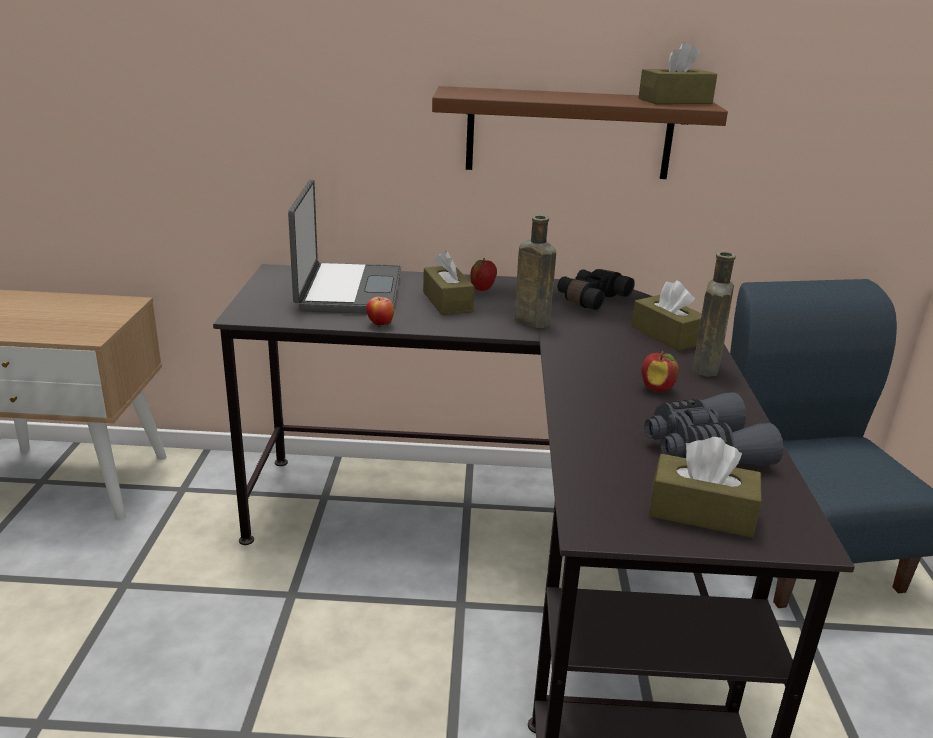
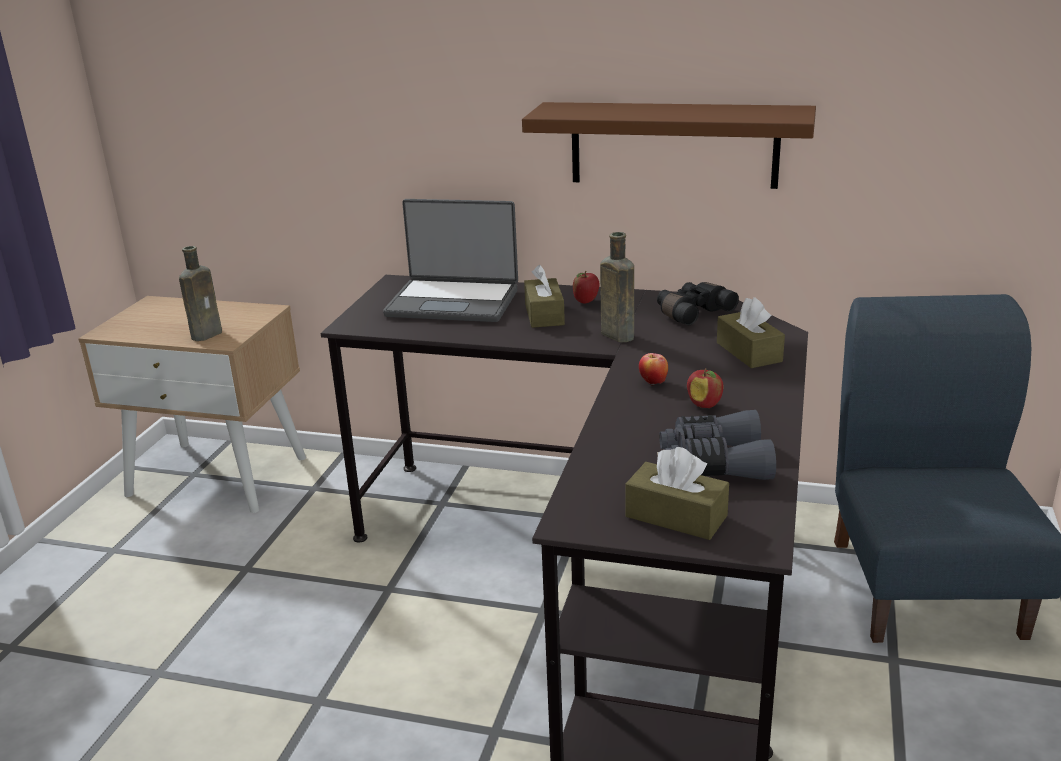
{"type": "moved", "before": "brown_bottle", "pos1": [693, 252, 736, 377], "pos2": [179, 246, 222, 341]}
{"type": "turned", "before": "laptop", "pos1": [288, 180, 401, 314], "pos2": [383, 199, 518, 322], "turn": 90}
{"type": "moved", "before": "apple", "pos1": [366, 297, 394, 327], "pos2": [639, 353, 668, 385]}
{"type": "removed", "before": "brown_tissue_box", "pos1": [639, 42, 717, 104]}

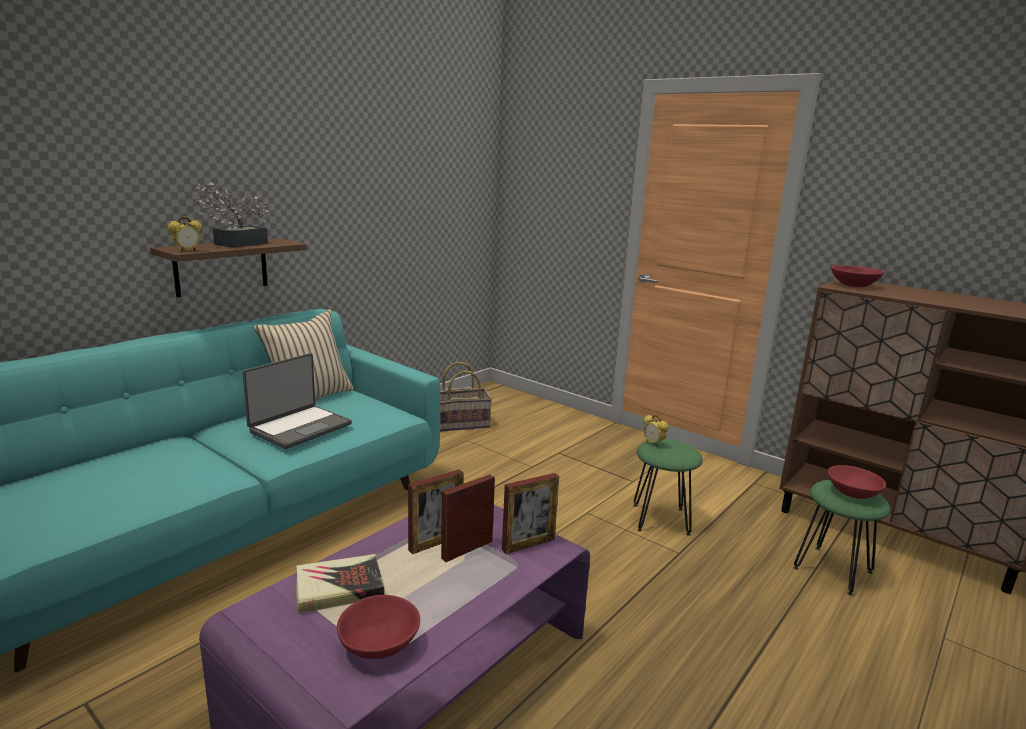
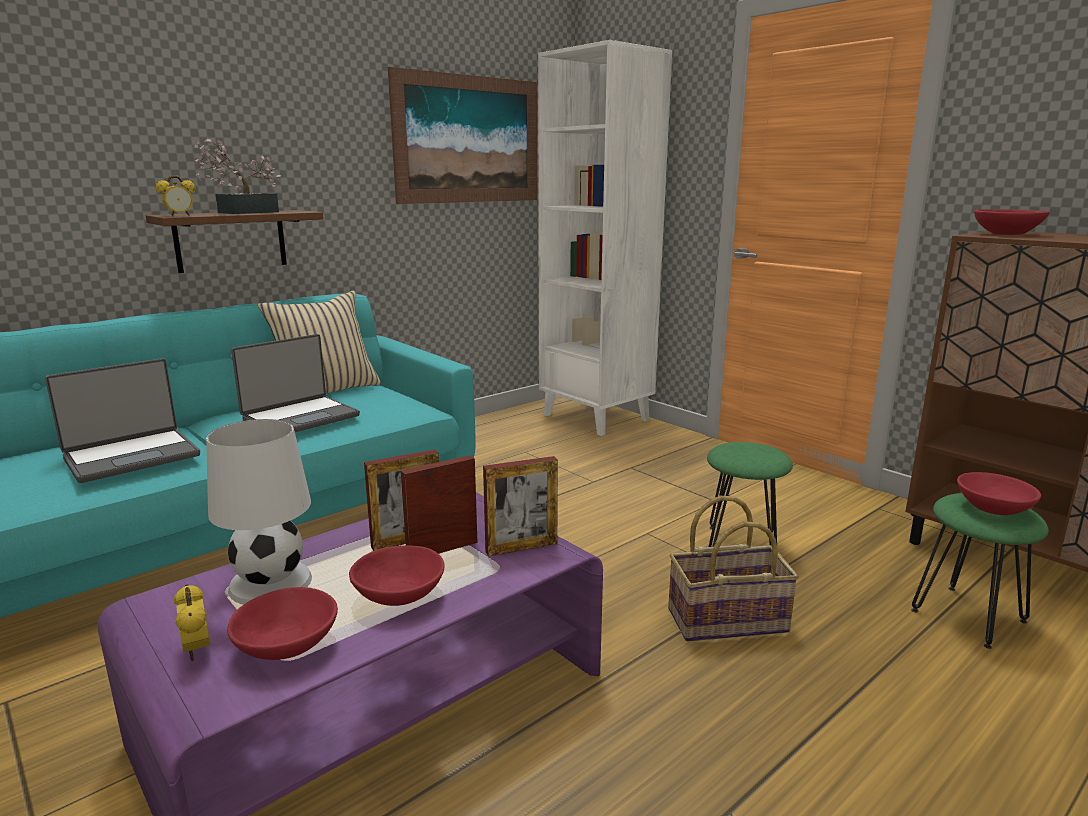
{"type": "added", "after": "laptop", "pos2": [45, 358, 200, 483]}
{"type": "moved", "before": "alarm_clock", "pos1": [643, 415, 669, 447], "pos2": [174, 584, 210, 661]}
{"type": "replaced", "before": "book", "after": "white_table_lamp", "pos1": [296, 554, 385, 614], "pos2": [206, 419, 312, 605]}
{"type": "added", "after": "red_bowl", "pos2": [349, 545, 445, 606]}
{"type": "added", "after": "picture", "pos2": [388, 67, 537, 204]}
{"type": "added", "after": "white_bookcase", "pos2": [538, 40, 672, 436]}
{"type": "moved", "before": "basket", "pos1": [440, 362, 492, 432], "pos2": [668, 496, 799, 641]}

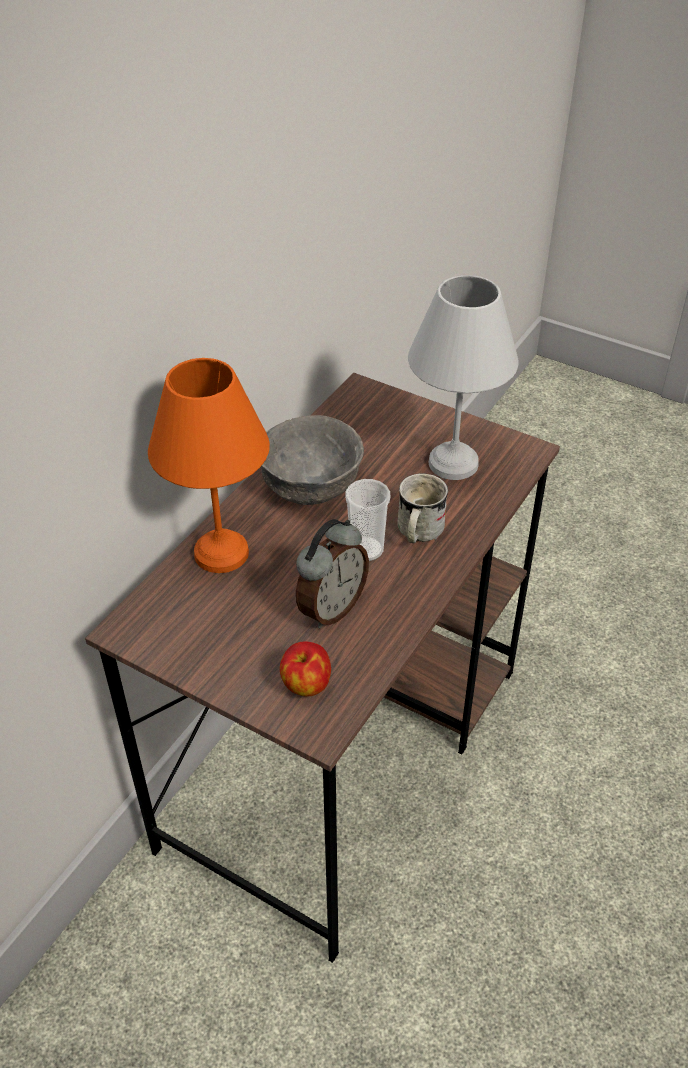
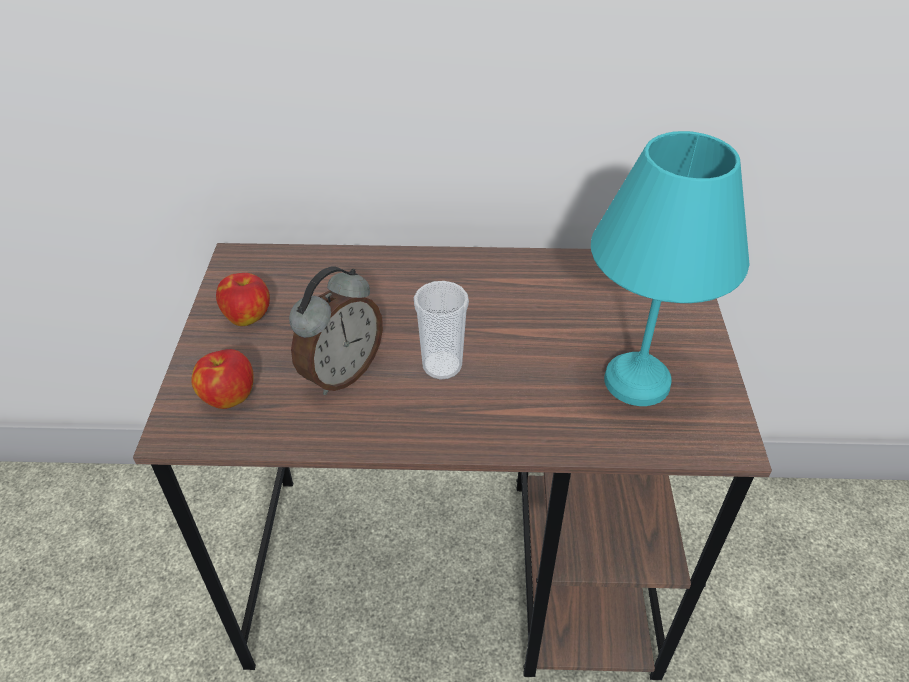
{"type": "added", "after": "apple", "pos2": [216, 273, 270, 326]}
{"type": "turned", "before": "alarm_clock", "pos1": [296, 519, 369, 628], "pos2": [289, 267, 383, 395], "turn": -60}
{"type": "recoloured", "before": "white_table_lamp", "after": "turquoise_table_lamp", "pos1": [408, 275, 519, 480], "pos2": [591, 131, 750, 406]}
{"type": "removed", "before": "orange_table_lamp", "pos1": [148, 358, 270, 573]}
{"type": "removed", "before": "grey_bowl", "pos1": [261, 415, 364, 505]}
{"type": "removed", "before": "white_mug", "pos1": [398, 473, 448, 543]}

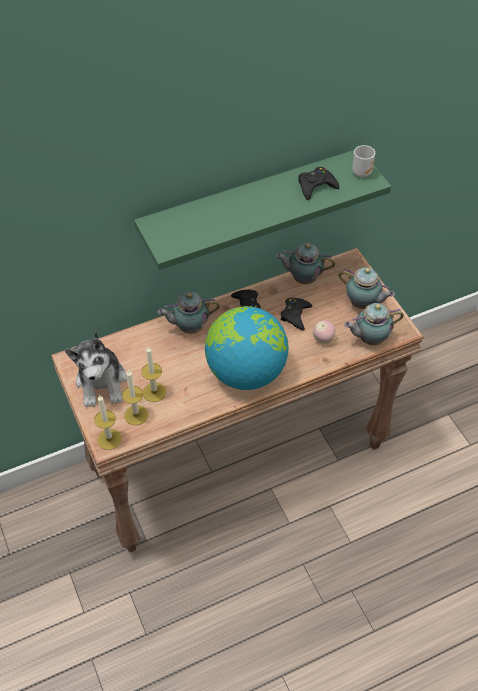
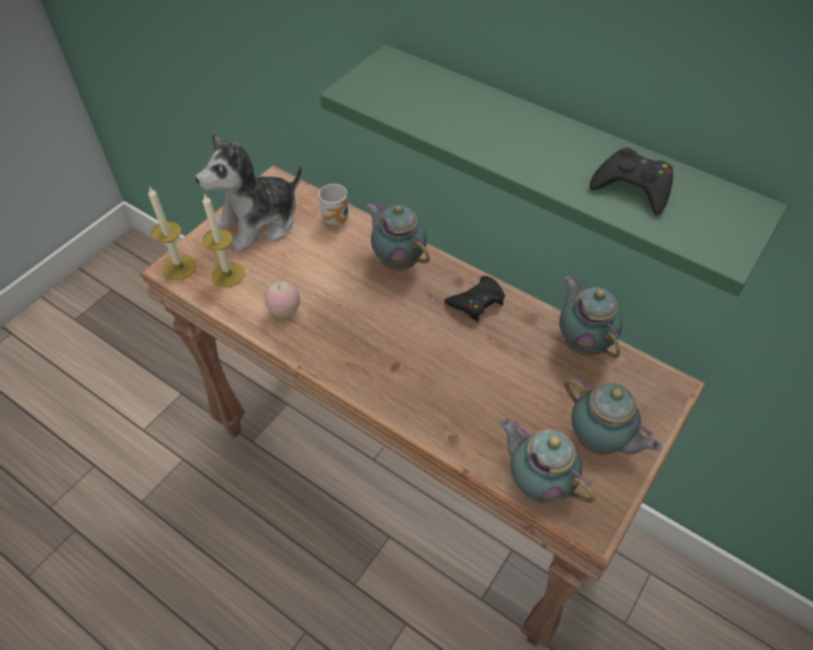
{"type": "moved", "before": "apple", "pos1": [313, 320, 335, 344], "pos2": [264, 281, 300, 318]}
{"type": "moved", "before": "mug", "pos1": [352, 145, 375, 177], "pos2": [319, 184, 348, 226]}
{"type": "turned", "before": "teapot", "pos1": [338, 267, 395, 309], "pos2": [564, 375, 661, 455], "turn": -45}
{"type": "removed", "before": "candle", "pos1": [141, 347, 166, 402]}
{"type": "removed", "before": "globe", "pos1": [205, 306, 288, 390]}
{"type": "removed", "before": "black_game_controller", "pos1": [280, 298, 312, 330]}

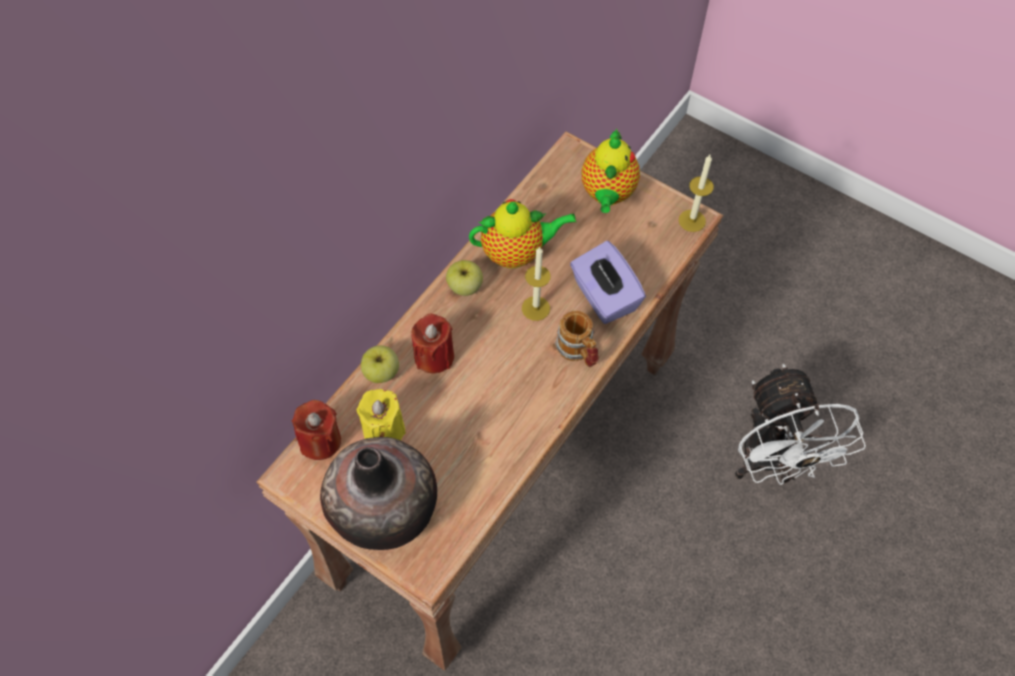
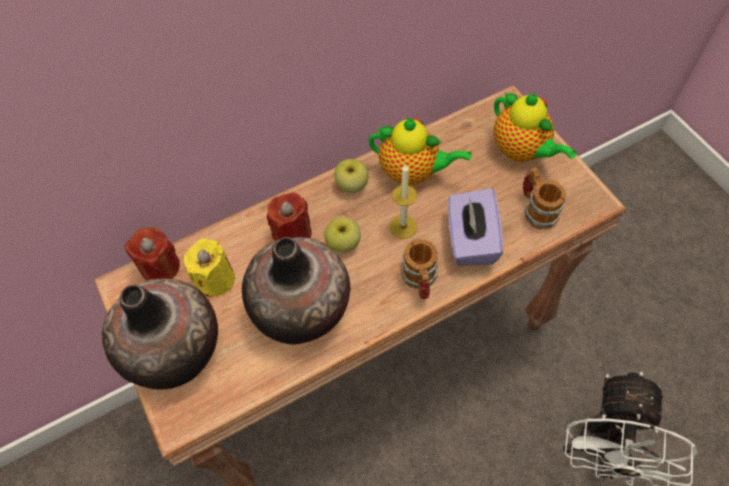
{"type": "added", "after": "vase", "pos2": [242, 237, 350, 344]}
{"type": "moved", "before": "apple", "pos1": [361, 345, 399, 383], "pos2": [324, 217, 361, 253]}
{"type": "turned", "before": "teapot", "pos1": [582, 128, 640, 213], "pos2": [494, 92, 577, 162], "turn": -75}
{"type": "added", "after": "mug", "pos2": [523, 167, 567, 229]}
{"type": "removed", "before": "candle", "pos1": [679, 155, 714, 232]}

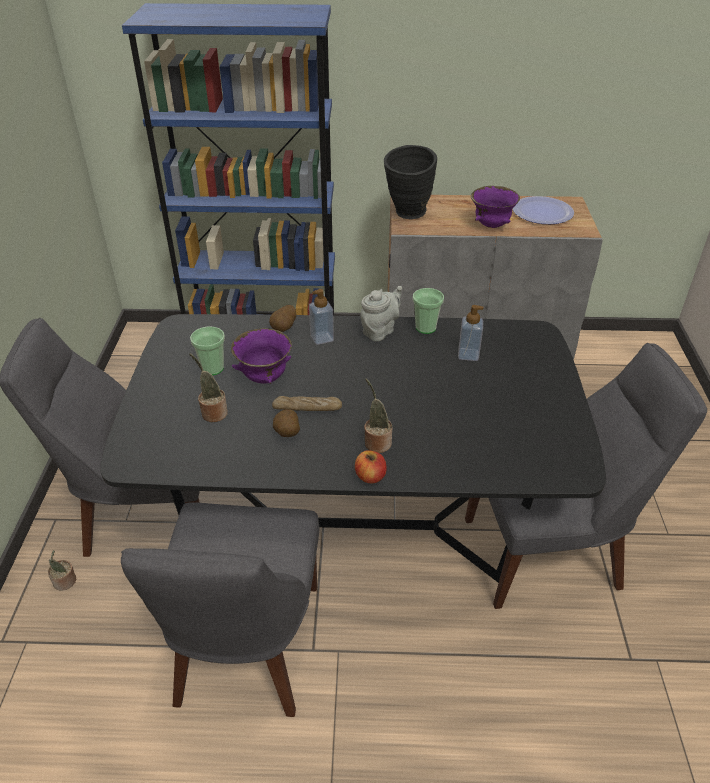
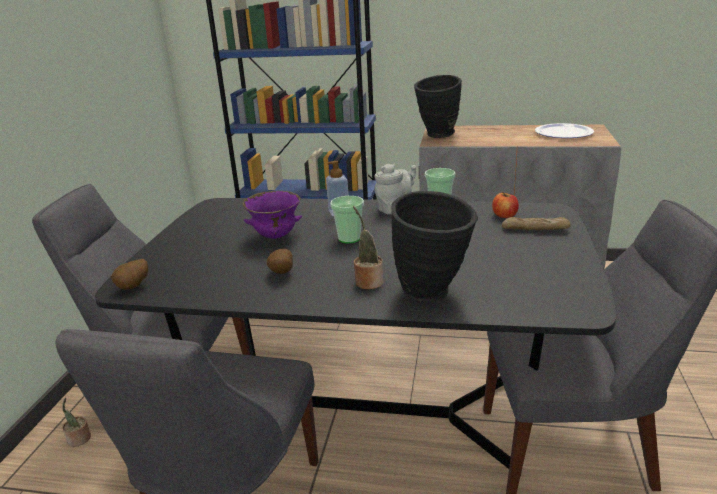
{"type": "moved", "before": "potato", "pos1": [269, 305, 297, 332], "pos2": [111, 259, 148, 290]}
{"type": "moved", "before": "cup", "pos1": [190, 327, 225, 375], "pos2": [330, 196, 364, 244]}
{"type": "added", "after": "black_vase", "pos2": [391, 191, 478, 302]}
{"type": "moved", "before": "apple", "pos1": [355, 450, 387, 483], "pos2": [492, 192, 519, 218]}
{"type": "moved", "before": "bread", "pos1": [272, 396, 342, 411], "pos2": [502, 217, 571, 230]}
{"type": "removed", "before": "potted_plant", "pos1": [189, 353, 228, 422]}
{"type": "removed", "before": "soap_dispenser", "pos1": [458, 305, 484, 361]}
{"type": "removed", "before": "purple_bowl", "pos1": [471, 186, 520, 228]}

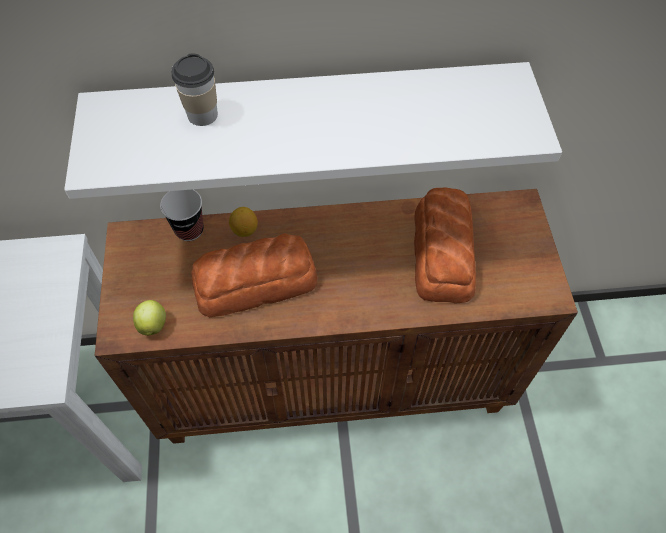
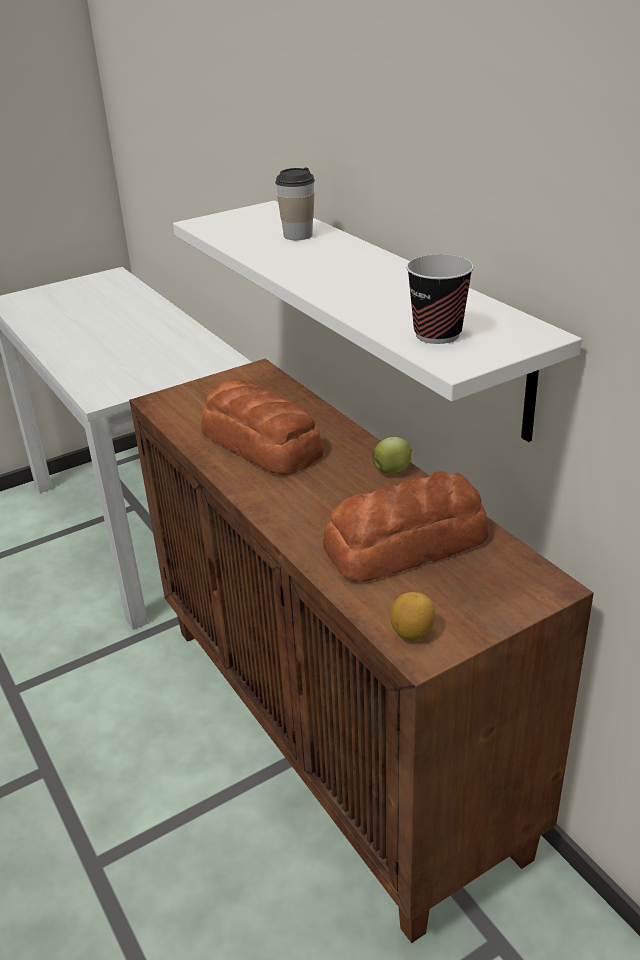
{"type": "moved", "before": "apple", "pos1": [133, 300, 166, 335], "pos2": [372, 437, 412, 474]}
{"type": "moved", "before": "lemon", "pos1": [229, 207, 258, 237], "pos2": [390, 592, 435, 641]}
{"type": "moved", "before": "cup", "pos1": [160, 189, 204, 241], "pos2": [406, 254, 474, 344]}

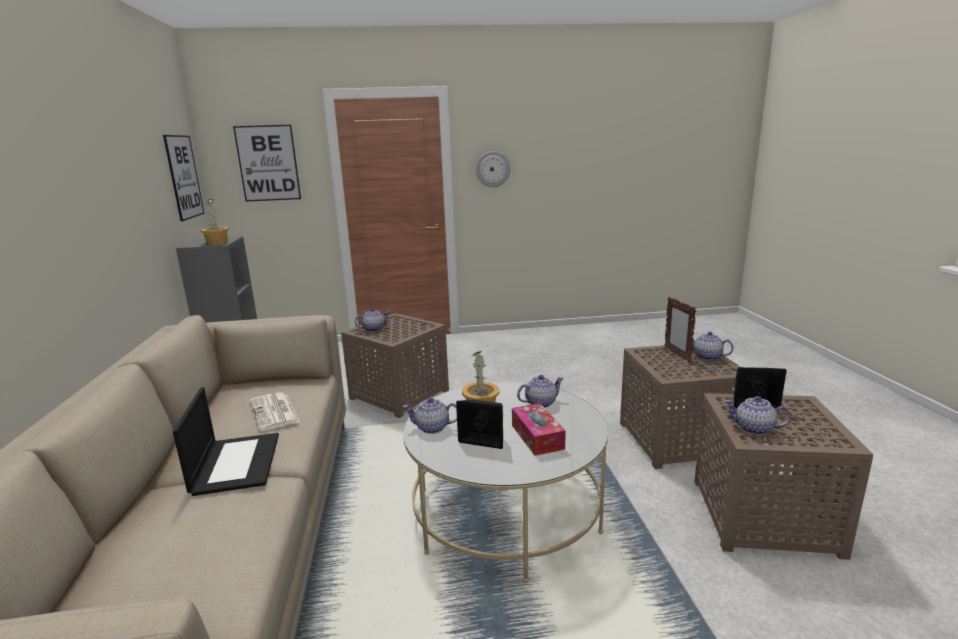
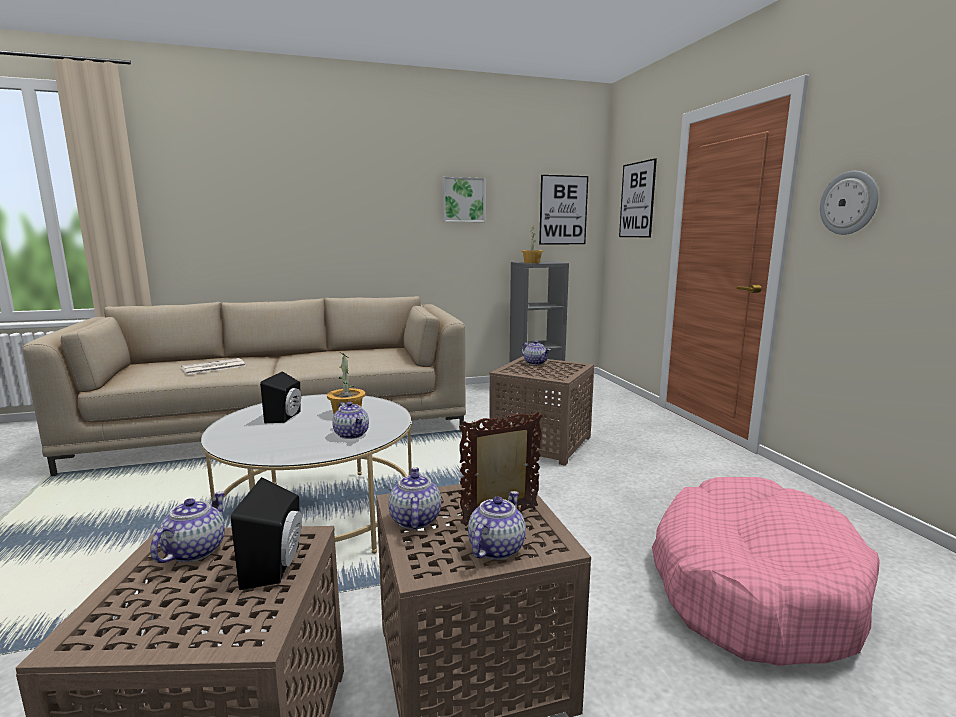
{"type": "moved", "before": "newspaper", "pos1": [250, 392, 300, 431], "pos2": [181, 358, 245, 375]}
{"type": "moved", "before": "teapot", "pos1": [403, 397, 457, 434], "pos2": [388, 467, 441, 529]}
{"type": "added", "after": "picture", "pos2": [442, 177, 485, 222]}
{"type": "added", "after": "pink_dog_bed", "pos2": [652, 477, 880, 666]}
{"type": "removed", "before": "laptop", "pos1": [173, 387, 279, 496]}
{"type": "removed", "before": "tissue_box", "pos1": [512, 403, 566, 456]}

